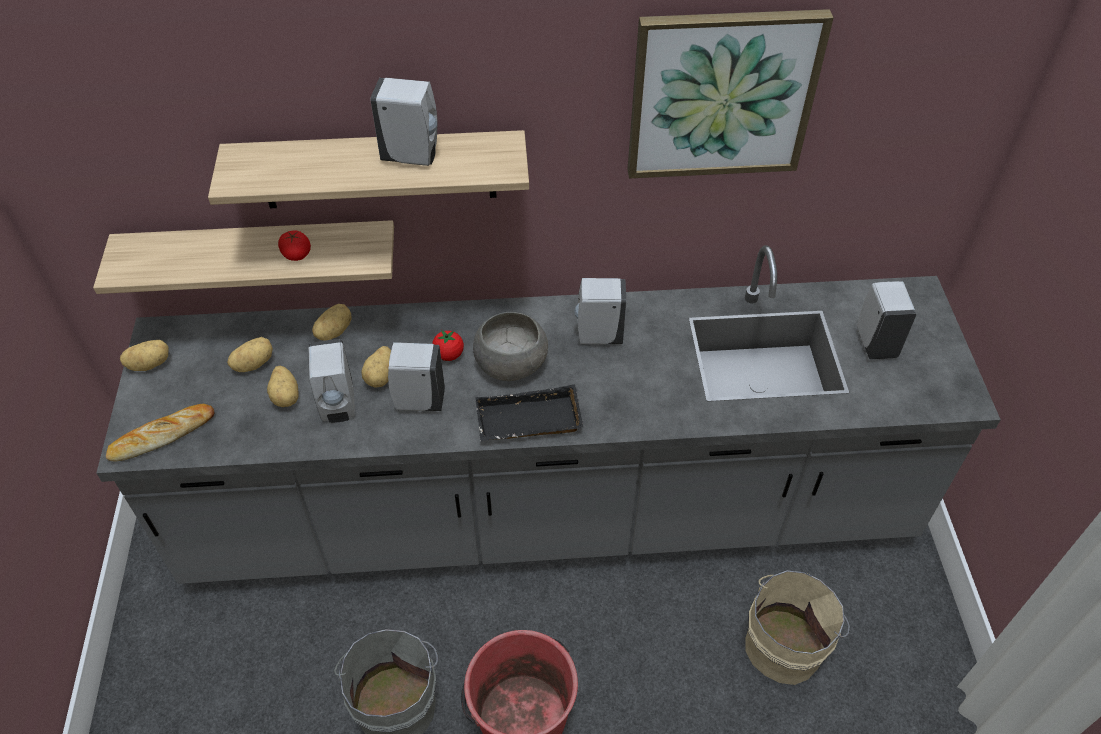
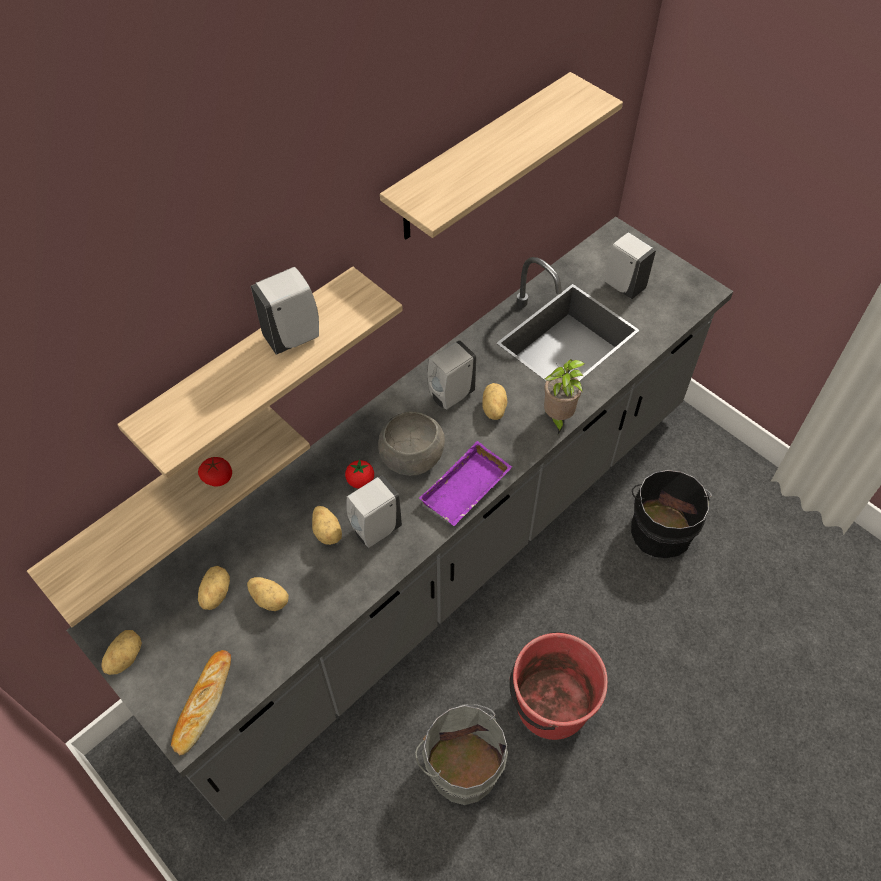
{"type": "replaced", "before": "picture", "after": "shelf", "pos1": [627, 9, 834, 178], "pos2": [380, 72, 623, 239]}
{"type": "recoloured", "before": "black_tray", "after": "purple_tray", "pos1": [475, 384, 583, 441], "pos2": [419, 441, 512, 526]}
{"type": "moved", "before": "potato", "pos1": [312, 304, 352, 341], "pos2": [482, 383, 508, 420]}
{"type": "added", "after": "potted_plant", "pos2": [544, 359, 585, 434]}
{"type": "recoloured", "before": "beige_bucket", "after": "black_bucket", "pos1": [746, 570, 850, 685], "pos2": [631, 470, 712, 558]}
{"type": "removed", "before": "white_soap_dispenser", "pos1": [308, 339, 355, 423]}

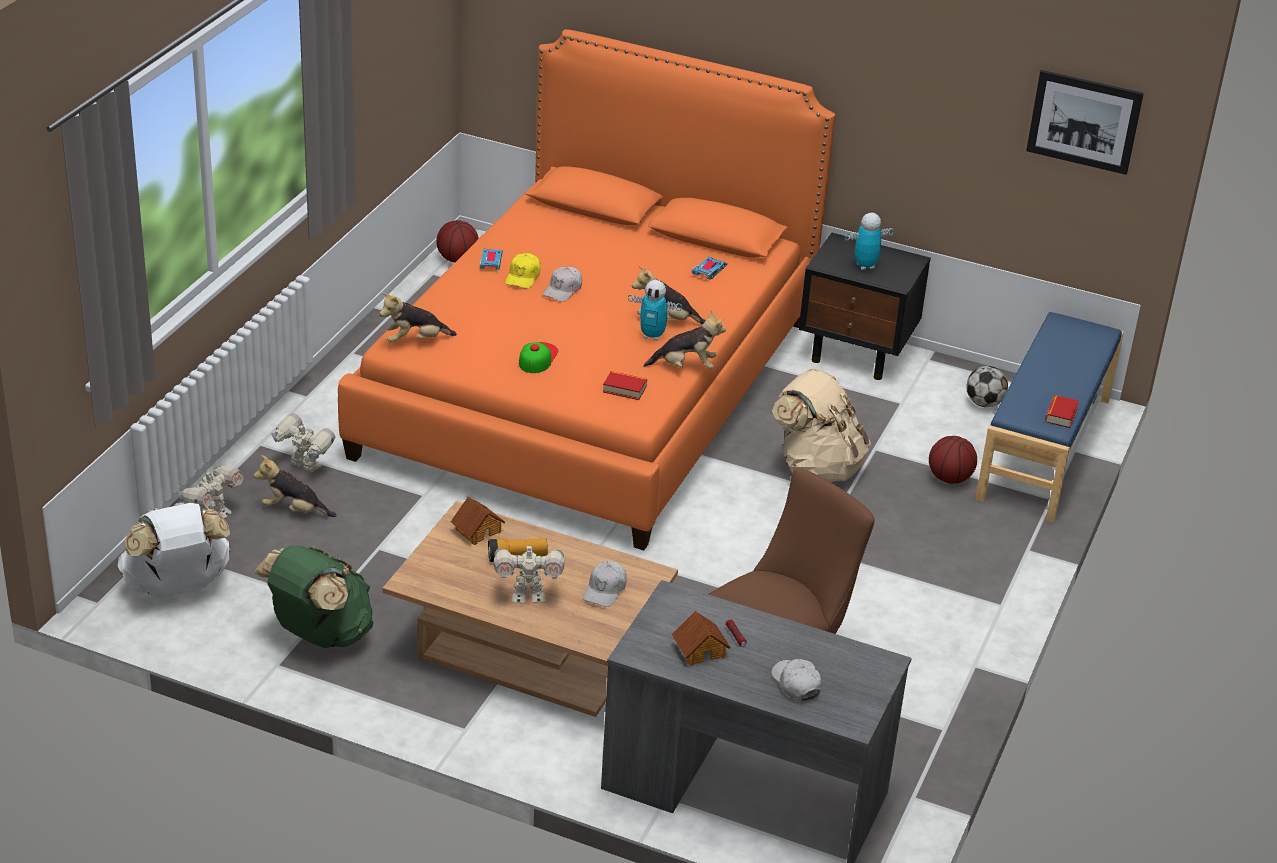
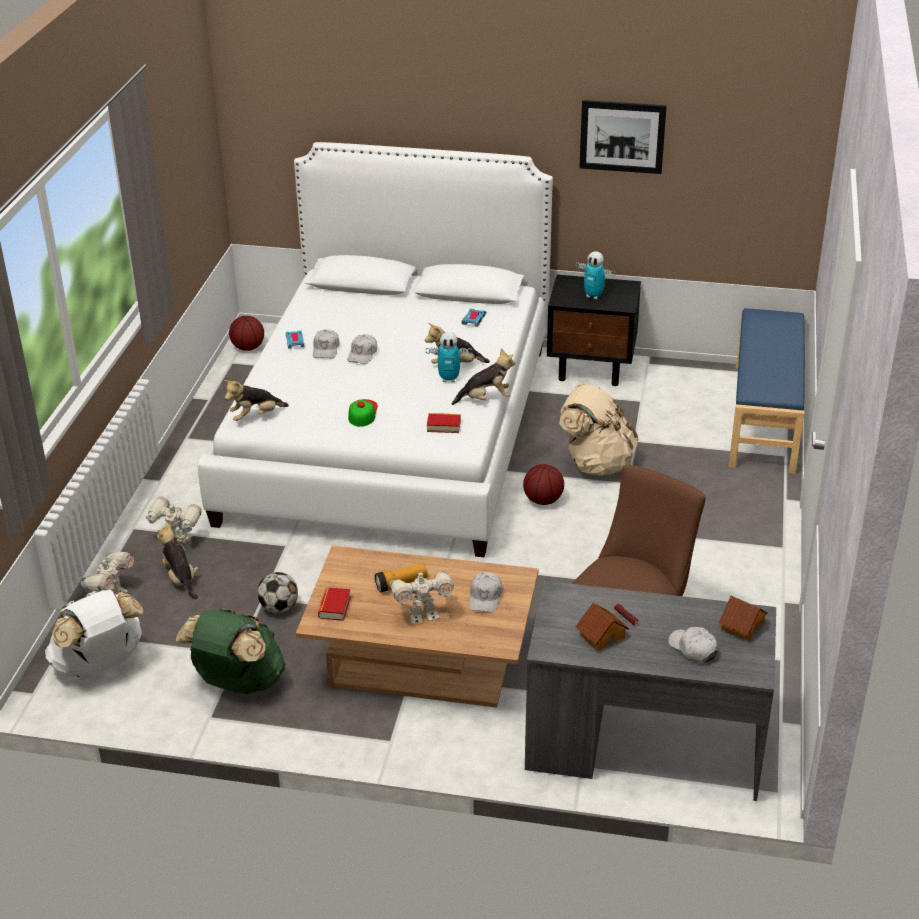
{"type": "turned", "before": "plush_toy", "pos1": [254, 455, 337, 517], "pos2": [157, 522, 198, 599], "turn": 60}
{"type": "recoloured", "before": "orange_bed", "after": "white_bed", "pos1": [338, 29, 835, 550], "pos2": [198, 142, 553, 558]}
{"type": "moved", "before": "football", "pos1": [966, 366, 1008, 407], "pos2": [257, 572, 298, 613]}
{"type": "recoloured", "before": "yellow_cap", "after": "white_cap", "pos1": [505, 253, 541, 289], "pos2": [313, 329, 339, 358]}
{"type": "moved", "before": "book", "pos1": [1045, 395, 1079, 428], "pos2": [318, 587, 351, 621]}
{"type": "moved", "before": "basketball", "pos1": [929, 436, 977, 484], "pos2": [523, 464, 564, 505]}
{"type": "turned", "before": "toy_robot", "pos1": [845, 213, 894, 270], "pos2": [576, 251, 615, 299], "turn": -120}
{"type": "moved", "before": "picture", "pos1": [1026, 70, 1144, 175], "pos2": [579, 100, 667, 174]}
{"type": "moved", "before": "toy_house", "pos1": [451, 496, 505, 545], "pos2": [719, 595, 767, 641]}

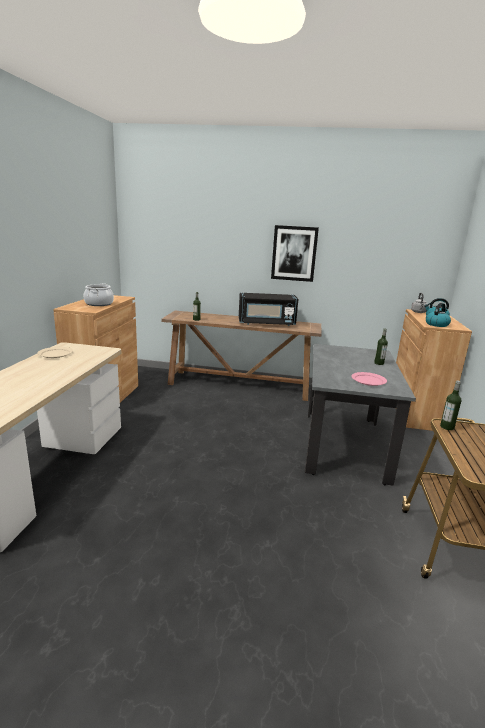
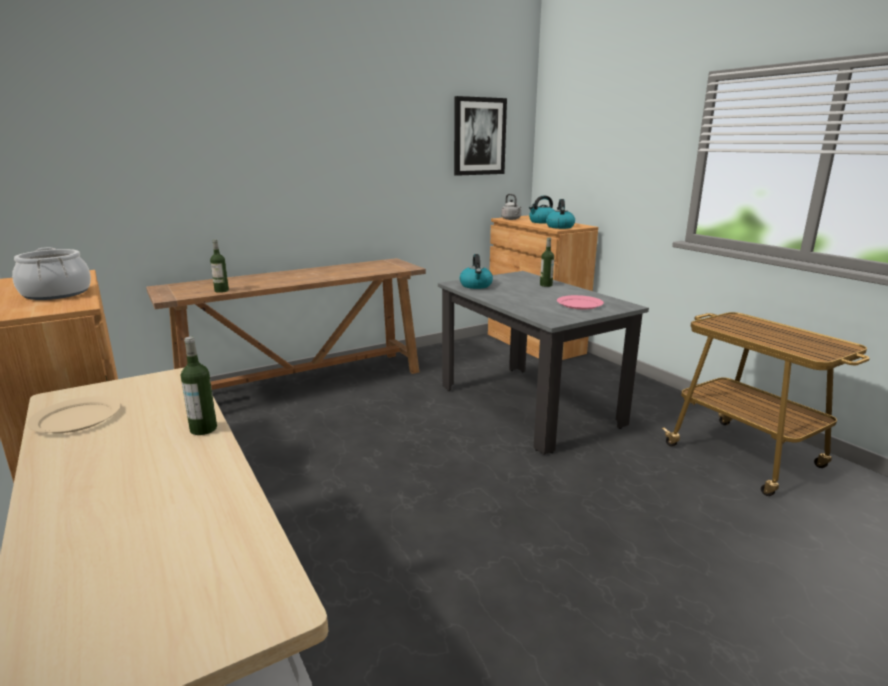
{"type": "moved", "before": "bottle", "pos1": [440, 380, 462, 430], "pos2": [181, 337, 217, 435]}
{"type": "moved", "before": "picture", "pos1": [271, 225, 319, 282], "pos2": [454, 96, 507, 176]}
{"type": "added", "after": "kettle", "pos2": [460, 254, 493, 289]}
{"type": "removed", "before": "black_microwave", "pos1": [239, 293, 298, 326]}

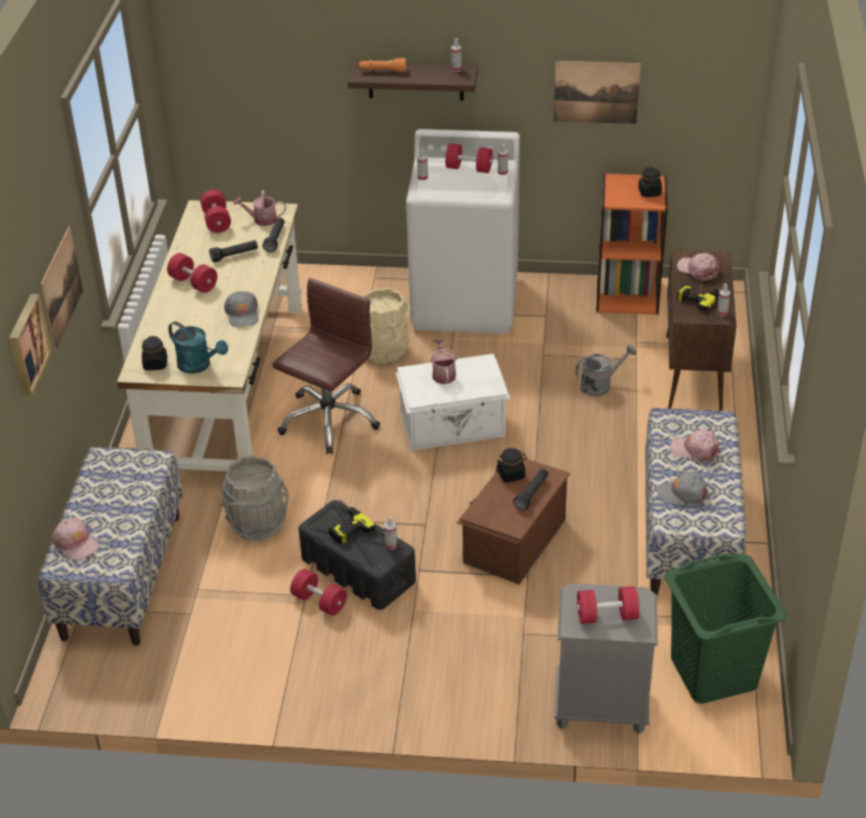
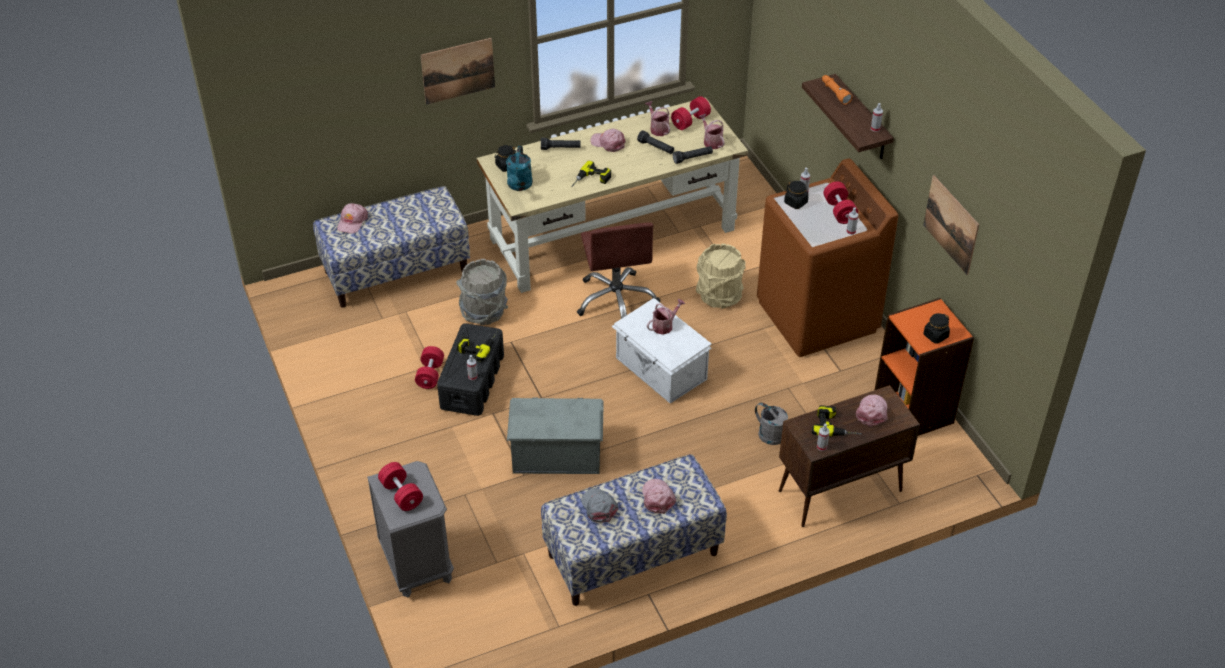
{"type": "recoloured", "before": "brown_storage_box", "after": "grey_storage_box", "pos1": [457, 458, 570, 584], "pos2": [507, 397, 604, 474]}
{"type": "moved", "before": "black_flashlight", "pos1": [513, 469, 548, 510], "pos2": [541, 138, 580, 150]}
{"type": "replaced", "before": "grey_cap", "after": "power_drill", "pos1": [224, 291, 258, 327], "pos2": [571, 161, 611, 187]}
{"type": "turned", "before": "brown_office_chair", "pos1": [272, 278, 380, 454], "pos2": [577, 223, 660, 319], "turn": 75}
{"type": "replaced", "before": "red_dumbbell", "after": "pink_cap", "pos1": [167, 253, 217, 293], "pos2": [590, 129, 626, 152]}
{"type": "added", "after": "watering_can", "pos2": [645, 101, 670, 136]}
{"type": "recoloured", "before": "white_washing_machine", "after": "brown_washing_machine", "pos1": [406, 129, 520, 334], "pos2": [757, 158, 898, 357]}
{"type": "moved", "before": "black_jar", "pos1": [496, 448, 527, 483], "pos2": [784, 181, 809, 209]}
{"type": "removed", "before": "picture", "pos1": [9, 294, 52, 396]}
{"type": "removed", "before": "green_laundry_basket", "pos1": [665, 554, 787, 704]}

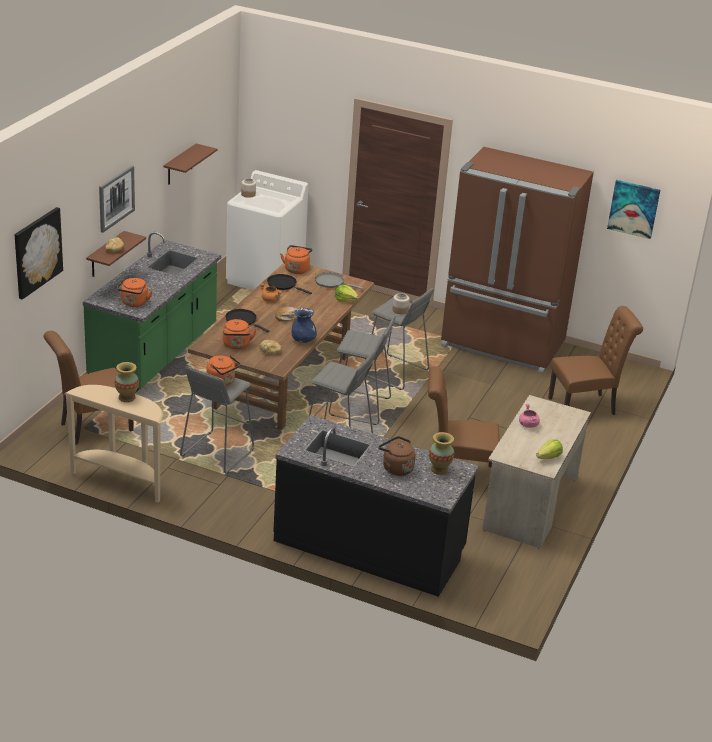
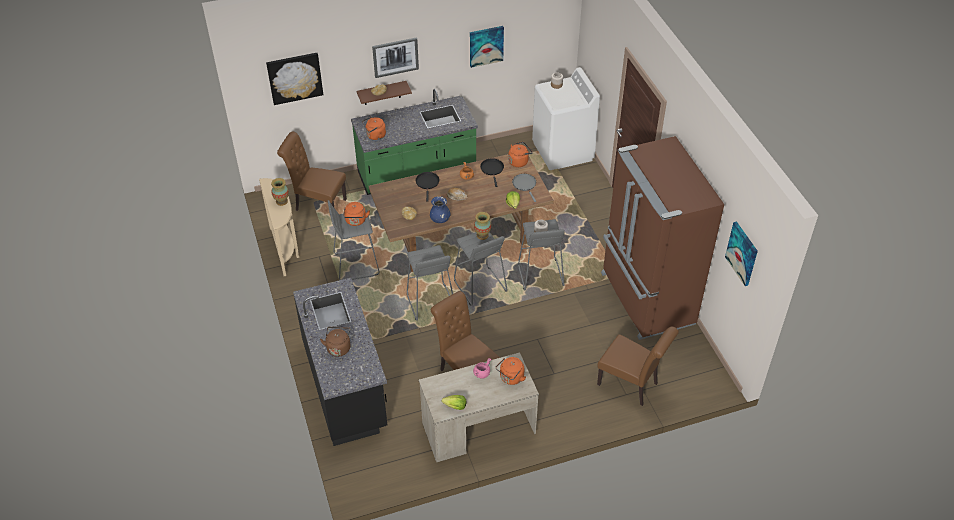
{"type": "replaced", "before": "brown_shelf", "after": "picture", "pos1": [163, 144, 217, 185], "pos2": [470, 26, 504, 68]}
{"type": "moved", "before": "vase", "pos1": [429, 432, 454, 475], "pos2": [474, 212, 491, 240]}
{"type": "moved", "before": "orange_kettle", "pos1": [223, 319, 257, 349], "pos2": [496, 357, 526, 385]}

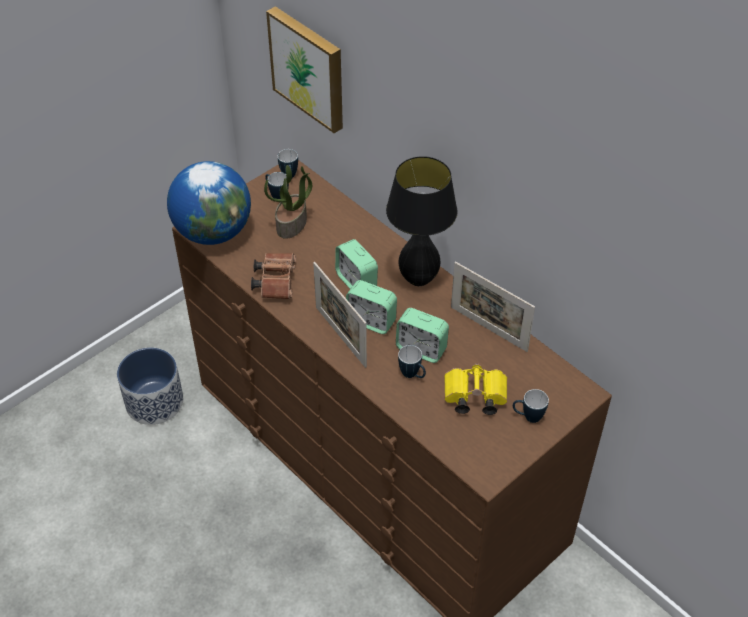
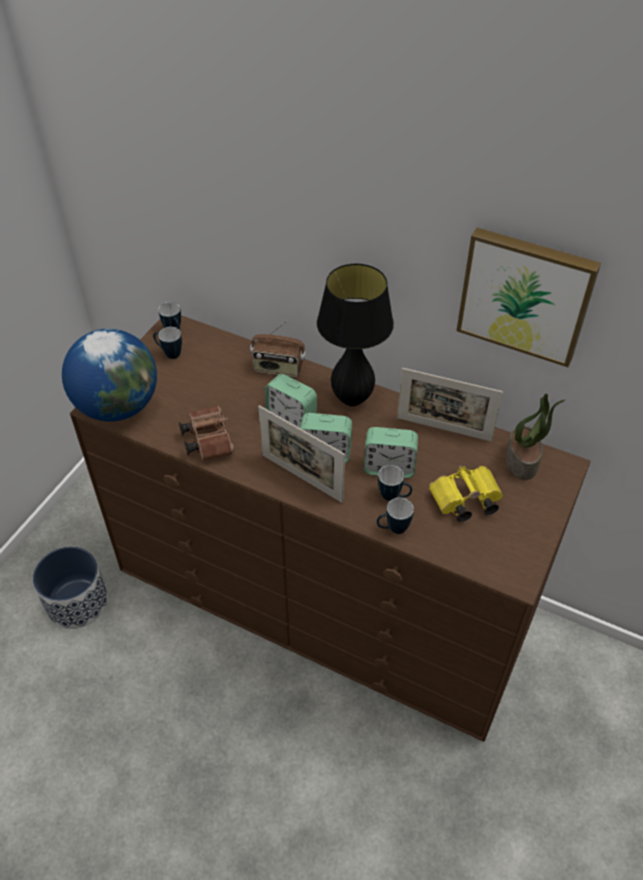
{"type": "added", "after": "radio", "pos2": [250, 321, 306, 377]}
{"type": "moved", "before": "mug", "pos1": [513, 389, 549, 423], "pos2": [377, 498, 414, 534]}
{"type": "moved", "before": "picture", "pos1": [266, 6, 343, 133], "pos2": [456, 228, 601, 367]}
{"type": "moved", "before": "potted_plant", "pos1": [264, 165, 312, 239], "pos2": [506, 393, 565, 480]}

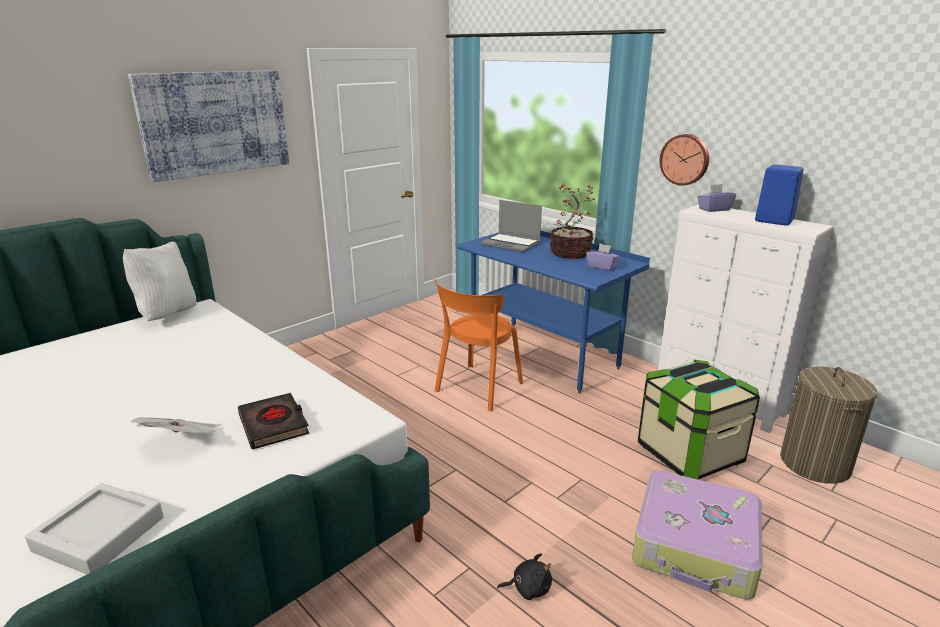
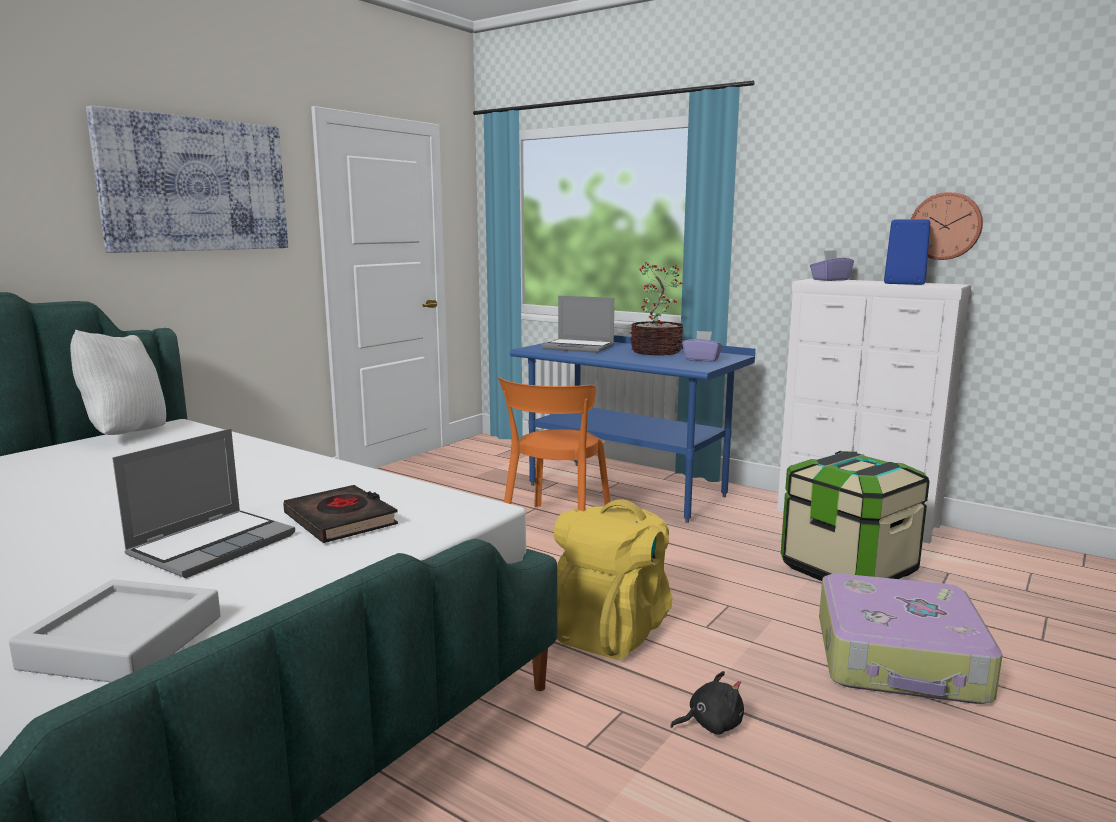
{"type": "replaced", "before": "newspaper", "after": "laptop", "pos1": [131, 417, 222, 434], "pos2": [112, 429, 295, 578]}
{"type": "added", "after": "yellow_backpack", "pos2": [554, 499, 673, 660]}
{"type": "moved", "before": "wall_clock", "pos1": [660, 134, 709, 186], "pos2": [911, 192, 983, 260]}
{"type": "removed", "before": "laundry_basket", "pos1": [780, 366, 877, 484]}

